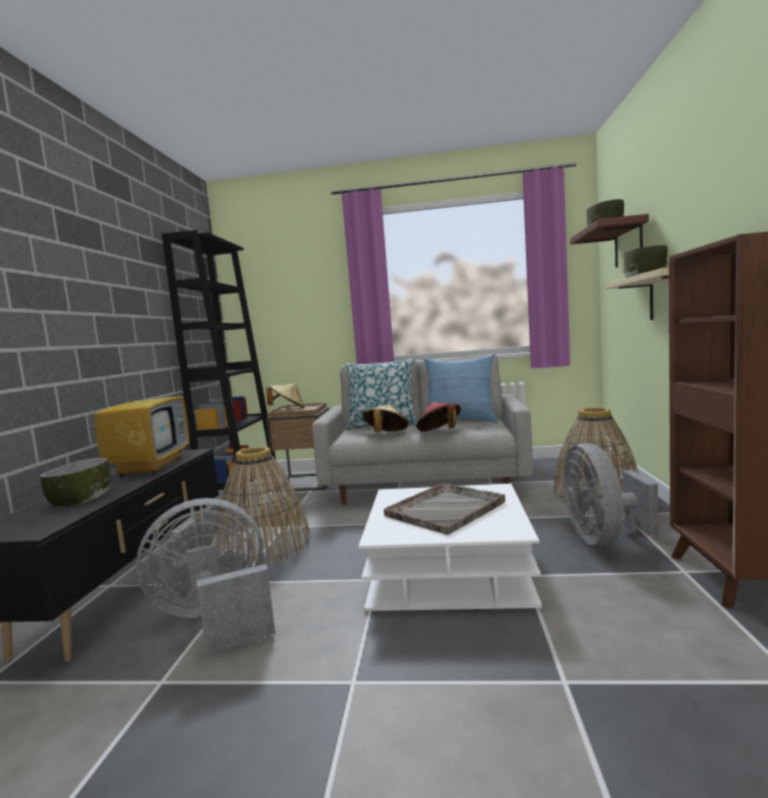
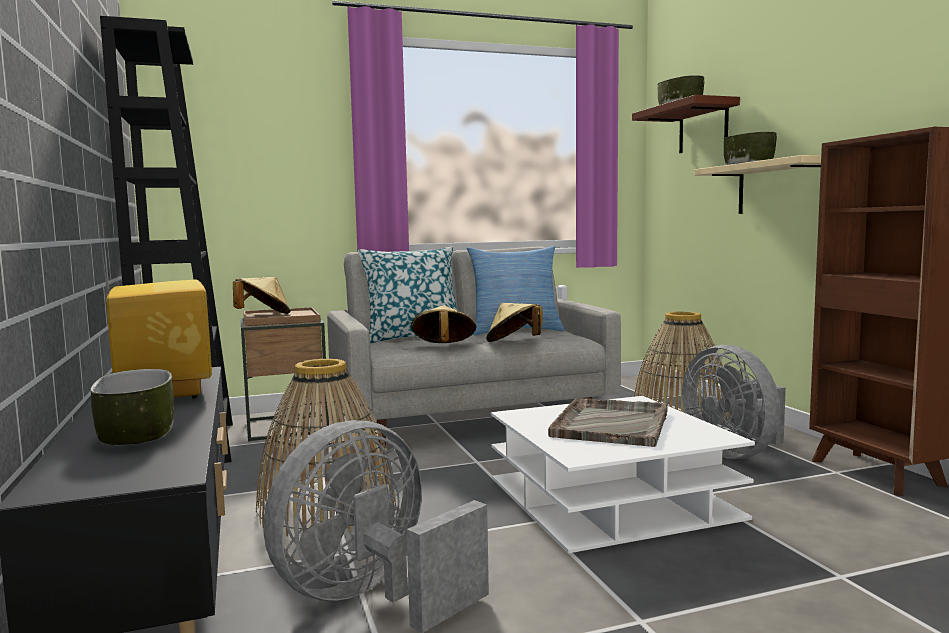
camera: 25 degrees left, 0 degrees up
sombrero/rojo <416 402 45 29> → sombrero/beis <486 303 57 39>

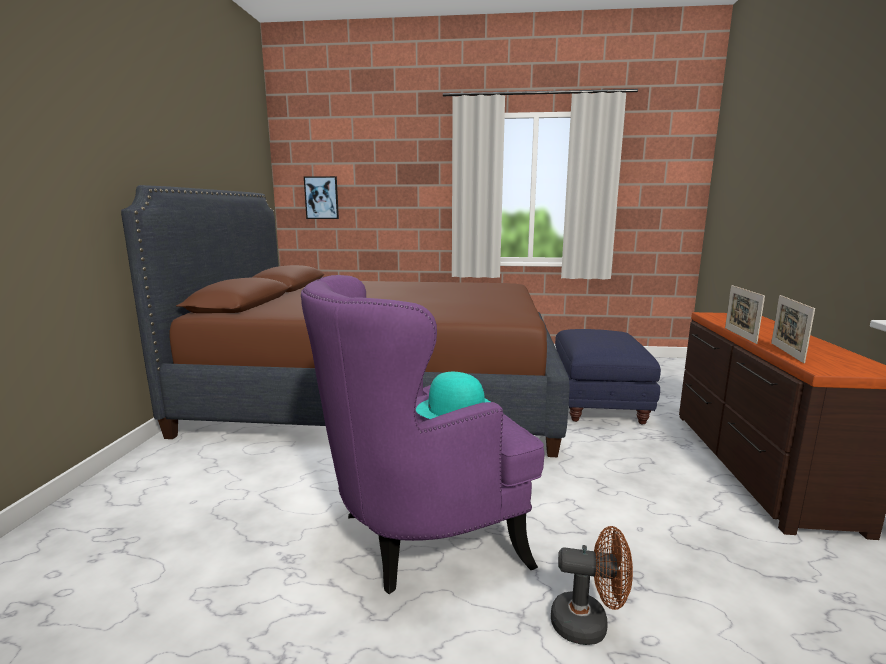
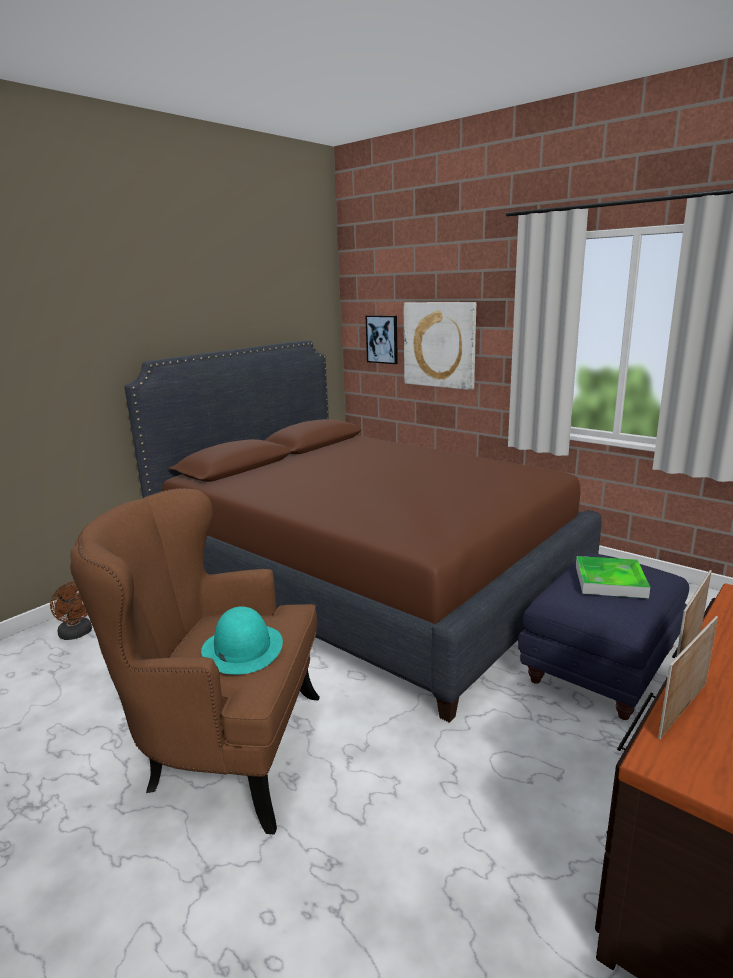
camera: 35 degrees right, 5 degrees up
sillón/morado <301 275 244 319> → sillón/marrón <70 488 250 346>
ventilador/marrón <551 526 82 119> → ventilador/marrón <50 581 42 59>, relocated
- → cuadro <404 302 72 88>
- → bandeja <576 556 74 42>

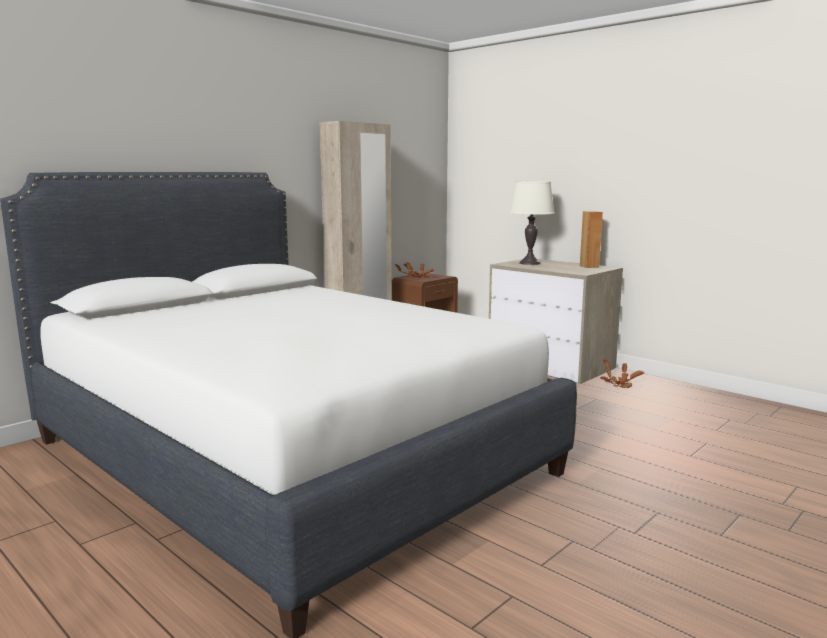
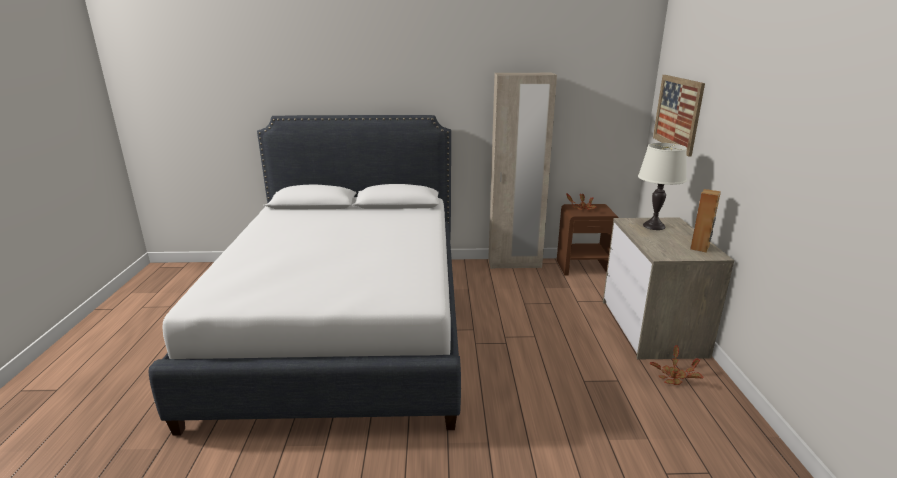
camera: 45 degrees right, 10 degrees up
- → cuadro <653 75 52 81>

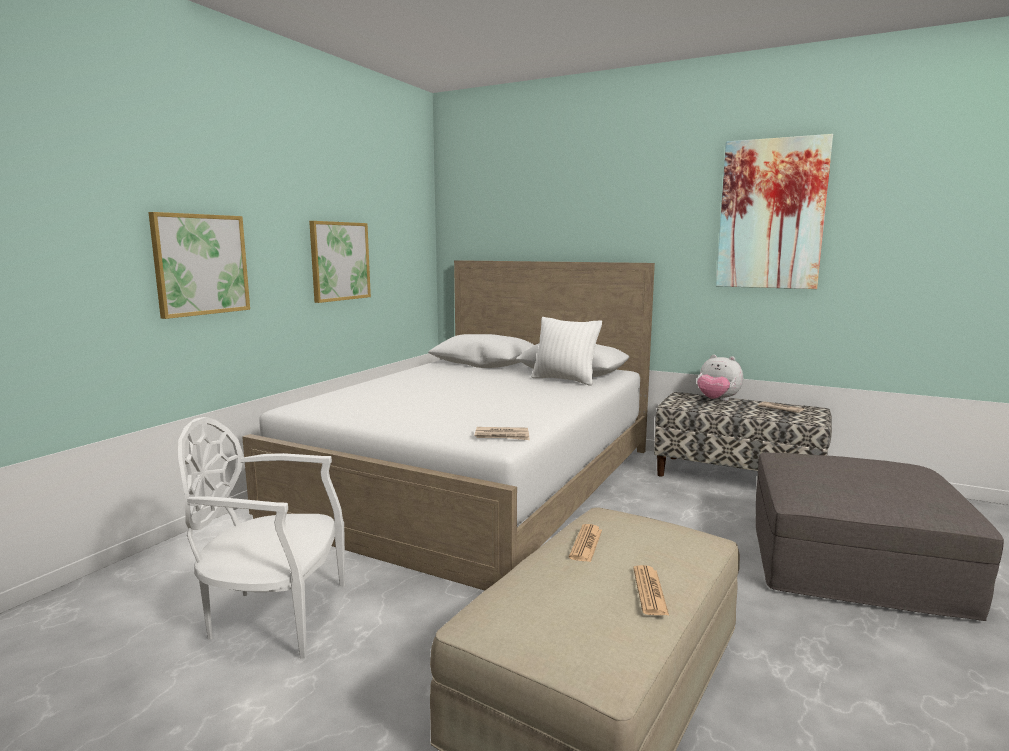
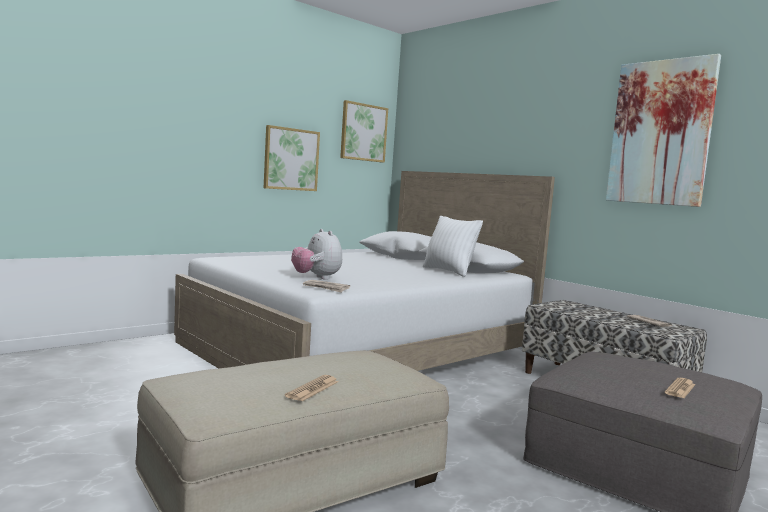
camera: 20 degrees right, 5 degrees down
cuadro <148 212 102 107> → cuadro <340 100 48 63>, relocated
silla/blanco <178 417 167 242> → -
periódico <569 524 33 38> → periódico <665 378 31 20>, relocated
peluche <697 354 46 47> → peluche <291 229 51 51>, relocated

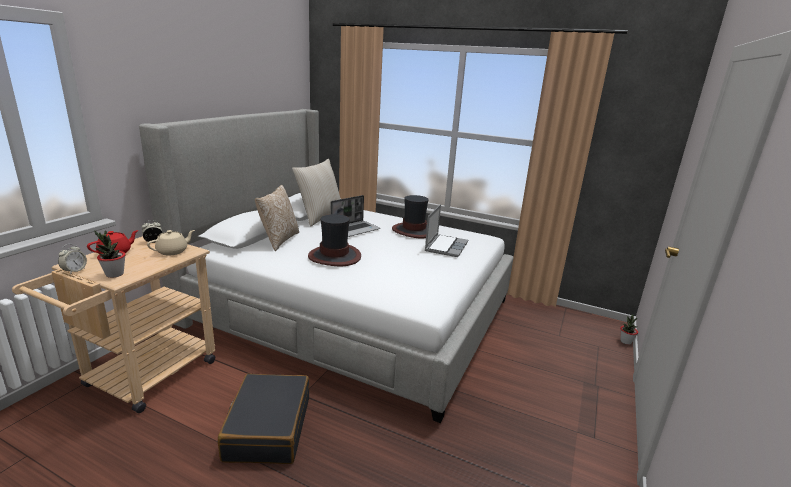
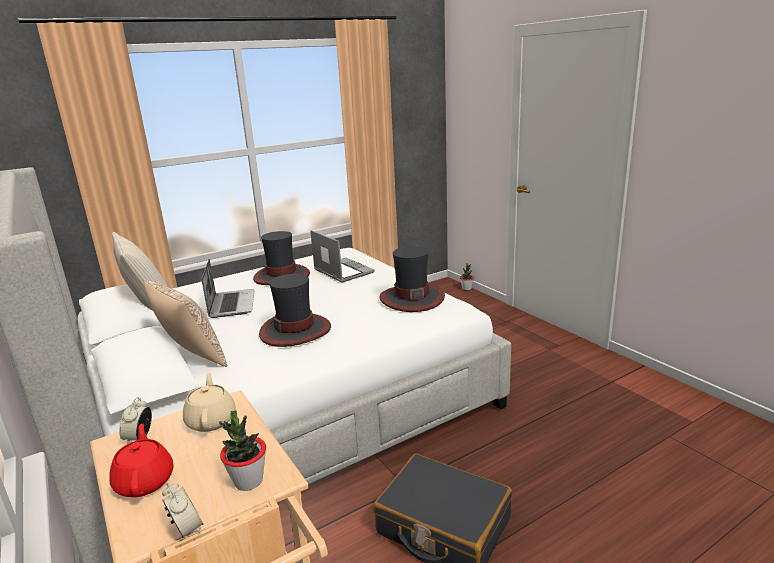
camera: 55 degrees left, 0 degrees up
- → sombrero <379 247 66 65>

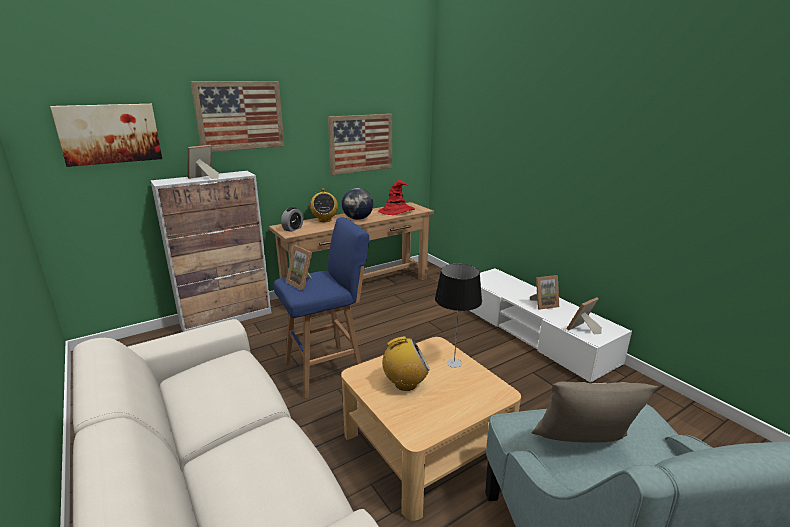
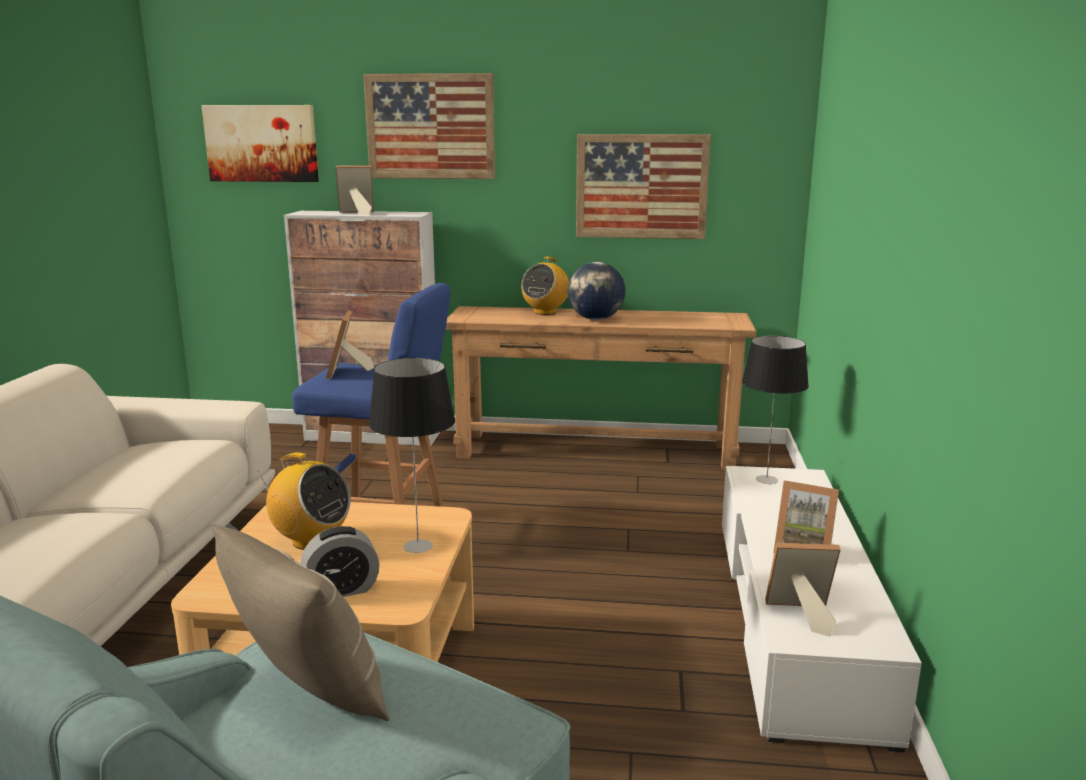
camera: 40 degrees right, 5 degrees down
despertador <281 207 22 25> → despertador <301 526 78 71>, relocated
sombrero/rojo <378 180 37 35> → -
- → lámpara de mesa <742 336 67 148>

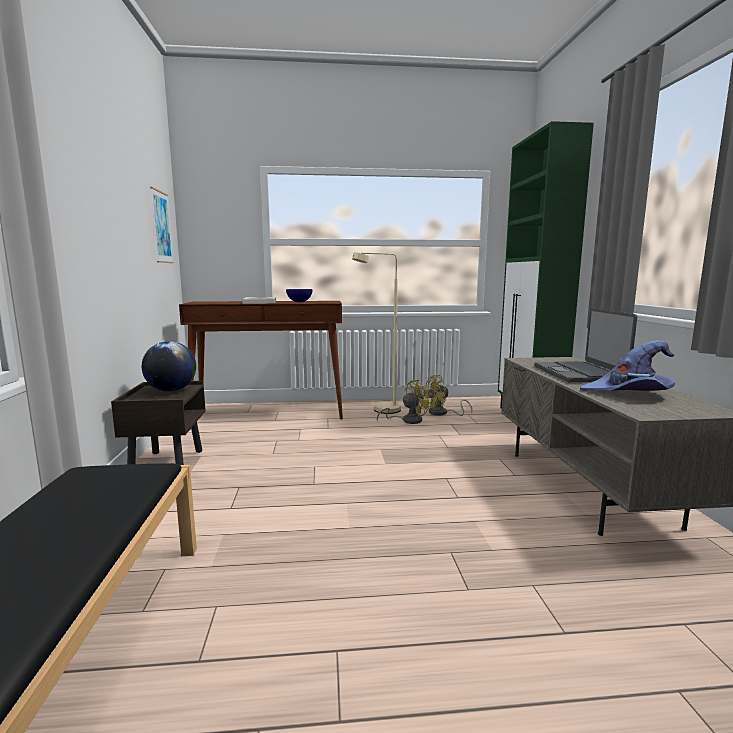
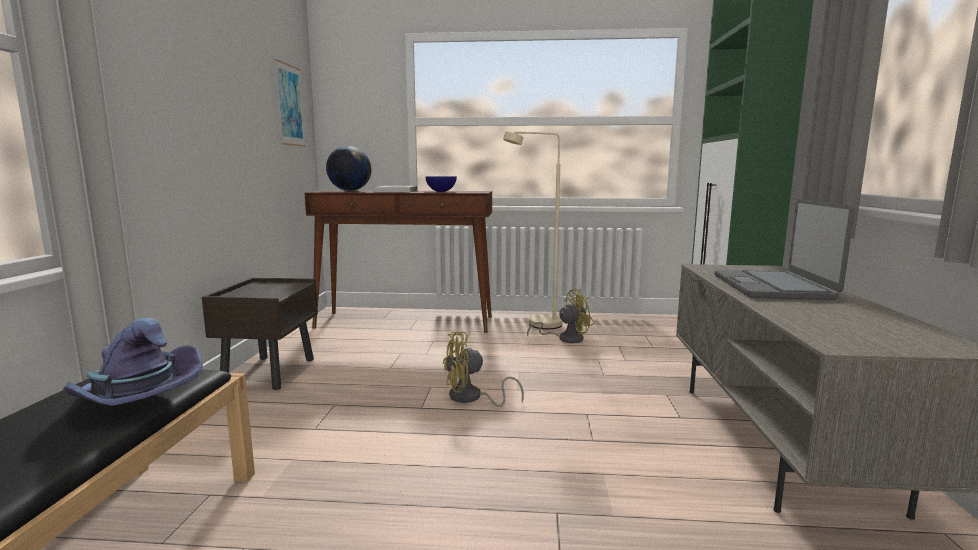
camera: 10 degrees right, 0 degrees up
globo terráqueo <142 341 54 51> → globo terráqueo <326 146 45 45>, relocated
ventilador/amarillo <422 375 50 41> → ventilador/amarillo <443 332 81 75>, relocated
sombrero/morado <580 340 95 51> → sombrero/morado <63 318 140 88>, relocated

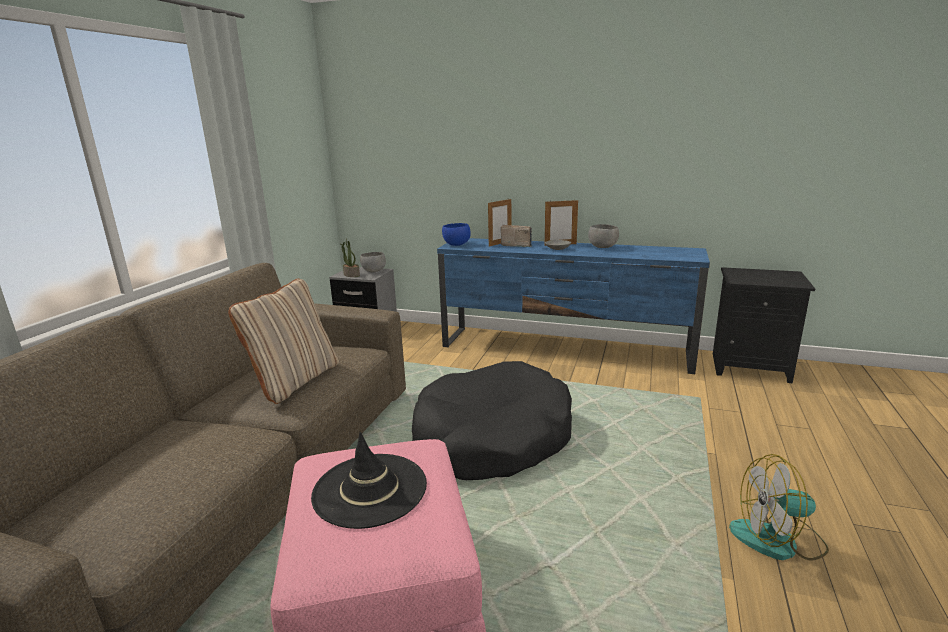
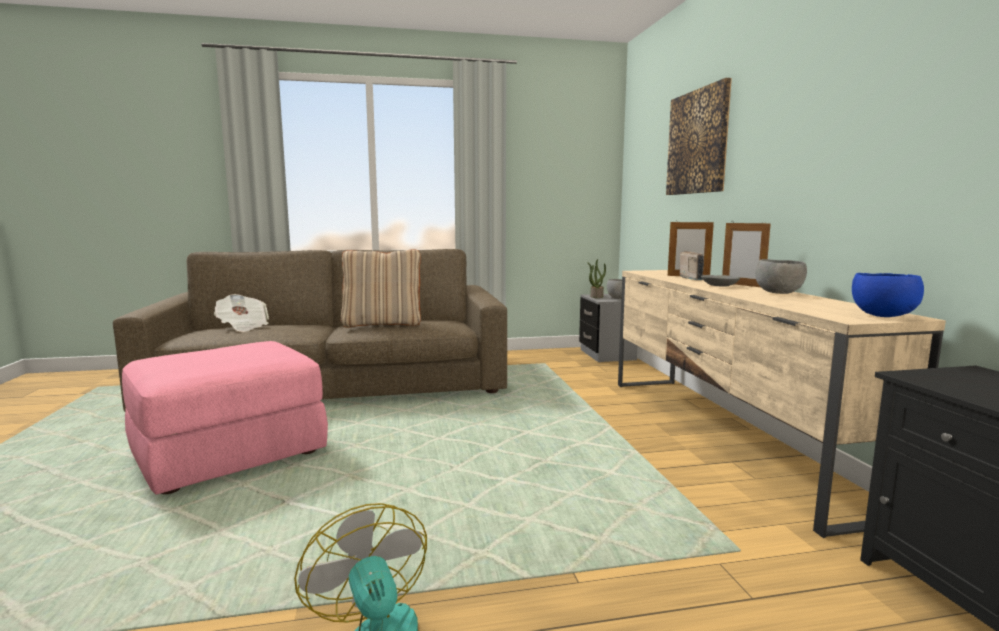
camera: 60 degrees right, 10 degrees down
sombrero/negro <311 432 116 97> → -
cama para perro/negro <412 361 160 119> → -
mueble de televisión/azul <437 238 273 136> → mueble de televisión/beis <618 270 328 268>
cuenco/azul <442 223 29 23> → cuenco/azul <852 273 72 44>, relocated
- → periódico <214 294 55 38>
- → cuadro <666 78 66 117>

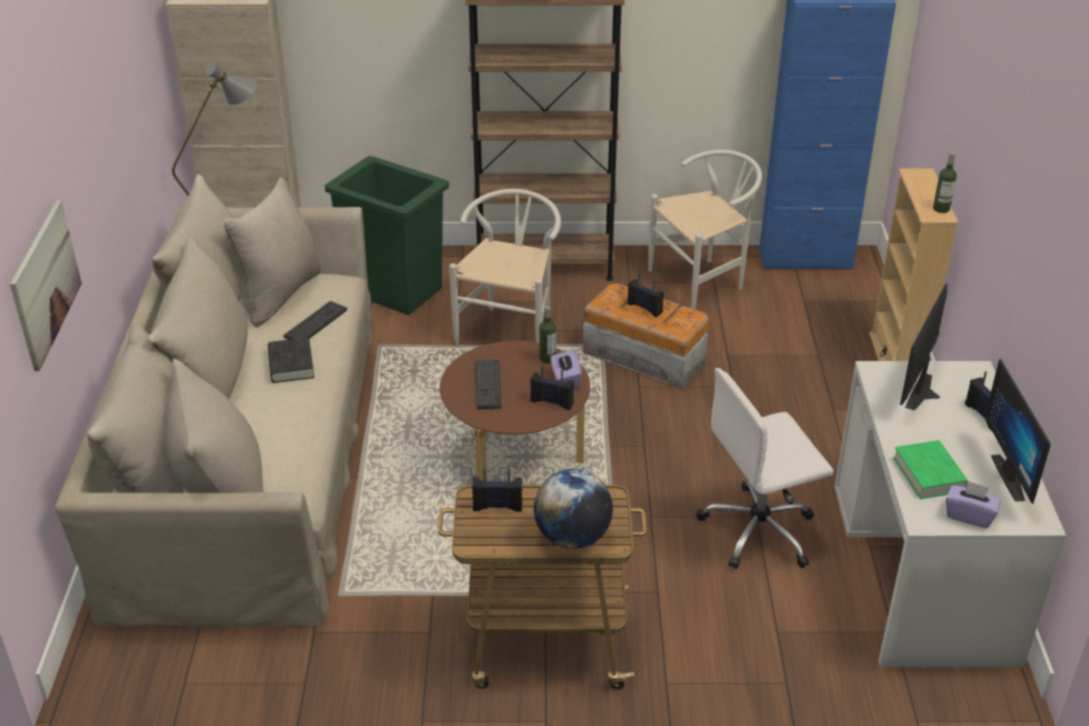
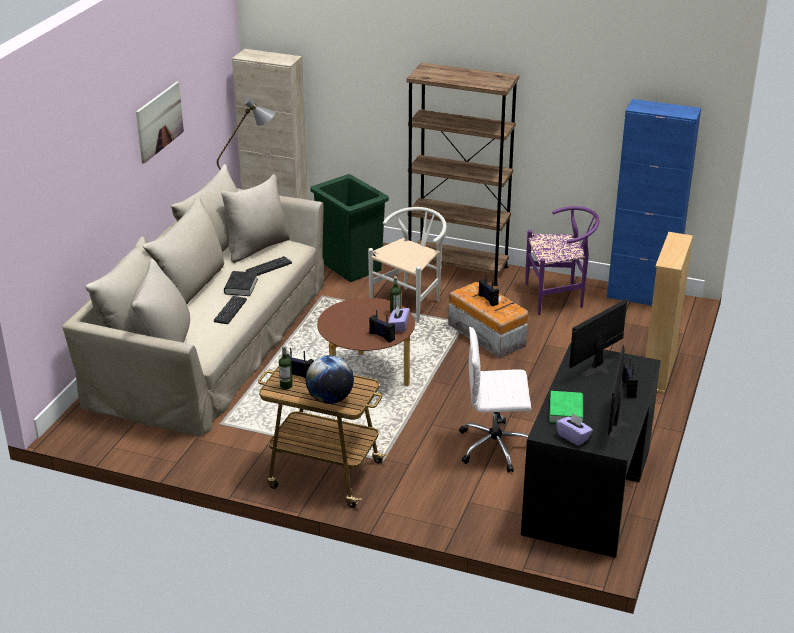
camera: 20 degrees right, 5 degrees down
cuadro <10 200 72 171> → cuadro <136 82 48 82>, relocated
teclado <476 359 26 50> → teclado <214 296 33 28>, relocated
silla/blanco <649 150 113 159> → silla/morado <525 206 74 109>
escritorio/blanco <834 361 232 306> → escritorio/negro <521 343 140 215>
botella <933 152 24 61> → botella <279 345 14 44>, relocated

